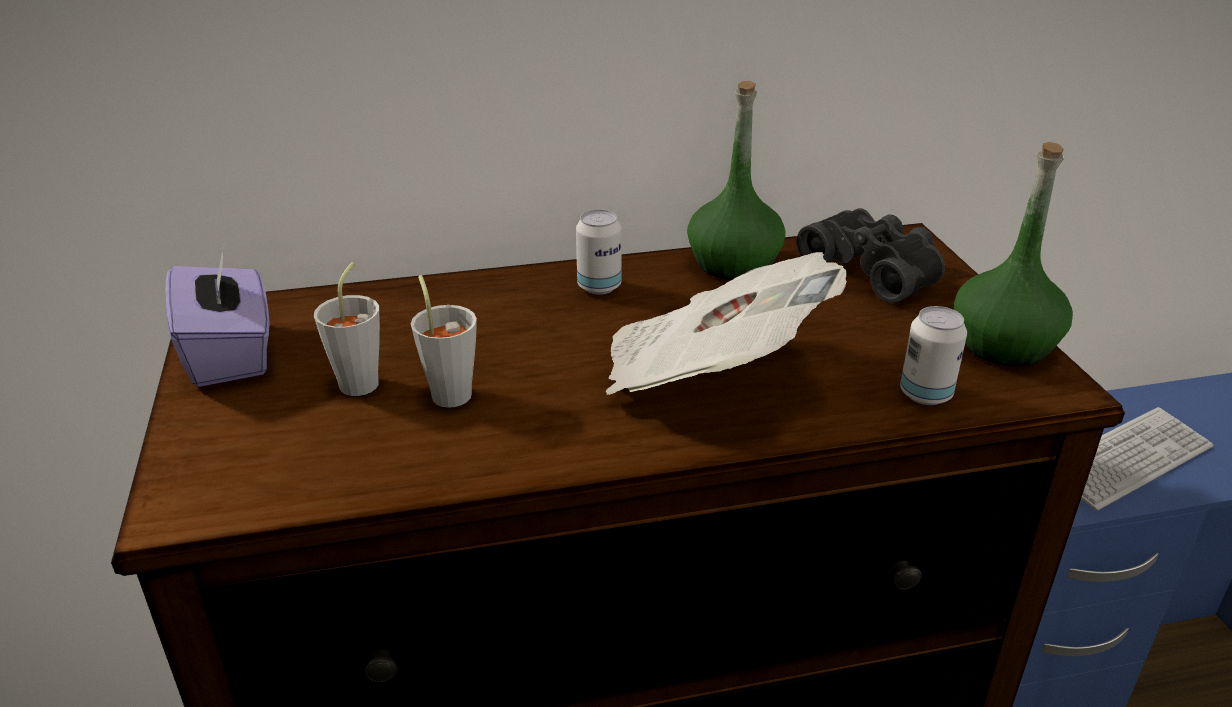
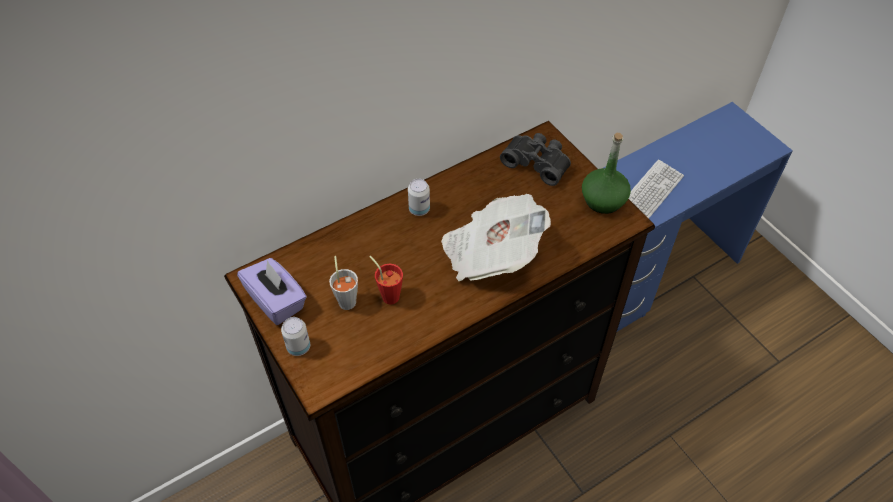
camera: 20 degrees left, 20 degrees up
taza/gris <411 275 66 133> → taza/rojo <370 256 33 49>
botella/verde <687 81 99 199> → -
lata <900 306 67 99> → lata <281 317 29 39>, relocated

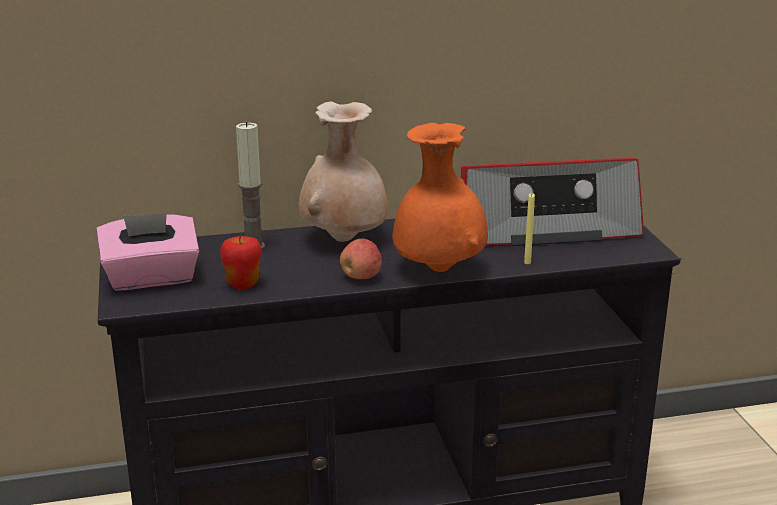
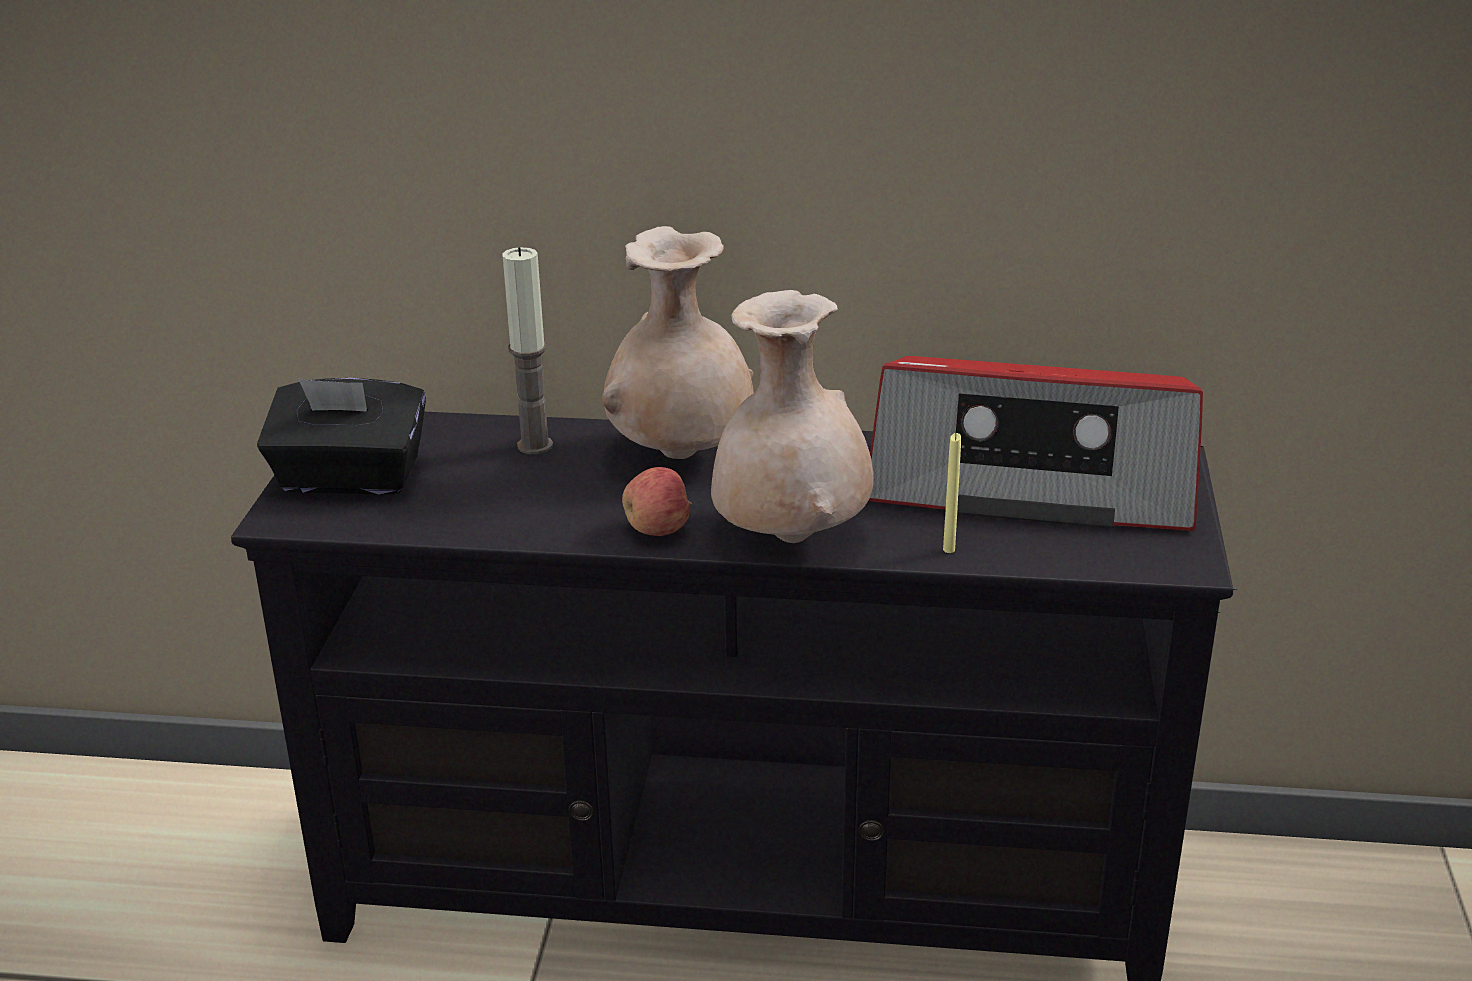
camera: 20 degrees right, 5 degrees up
caja de pañuelos/rosa <97 213 102 78> → caja de pañuelos/negro <257 378 169 117>
manzana <220 234 42 55> → -
florero/naranja <392 123 96 149> → florero/beis <711 290 162 253>

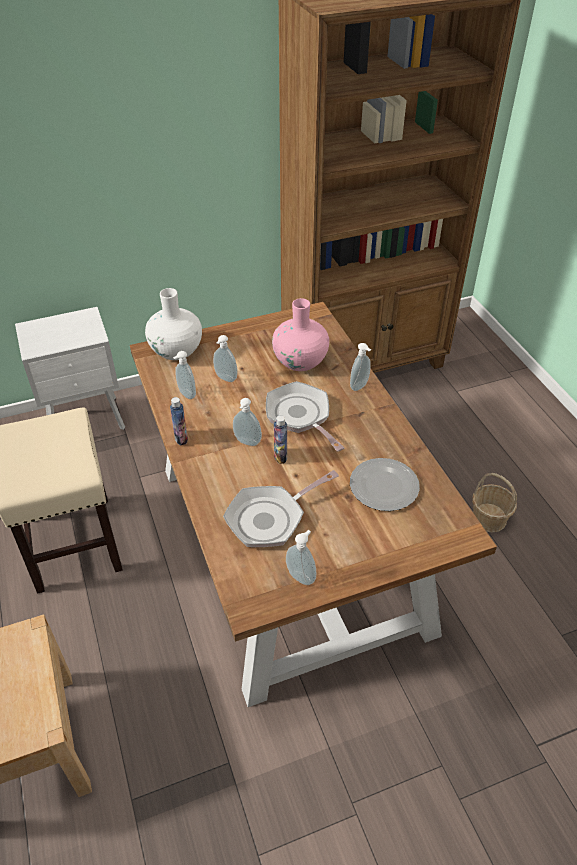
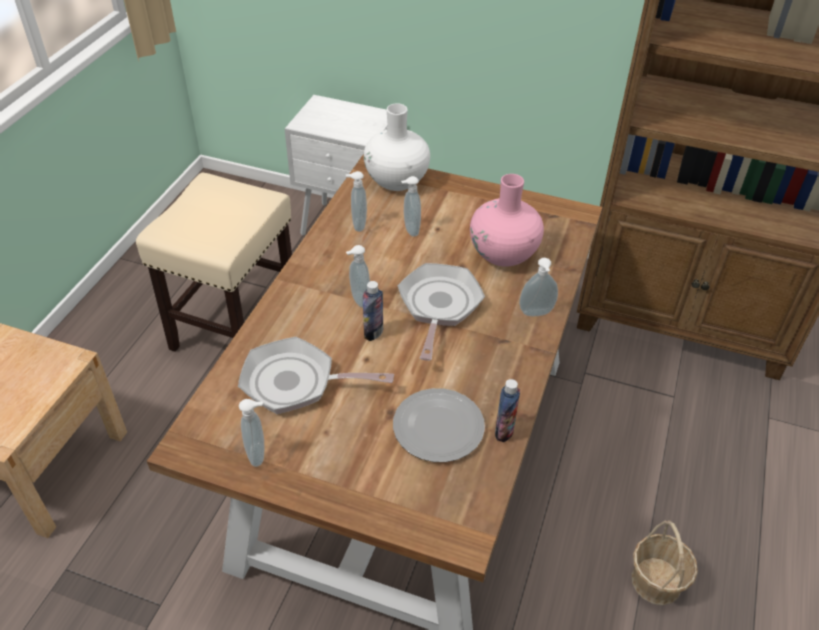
camera: 40 degrees right, 0 degrees up
botella <170 397 18 48> → botella <495 379 25 63>, relocated

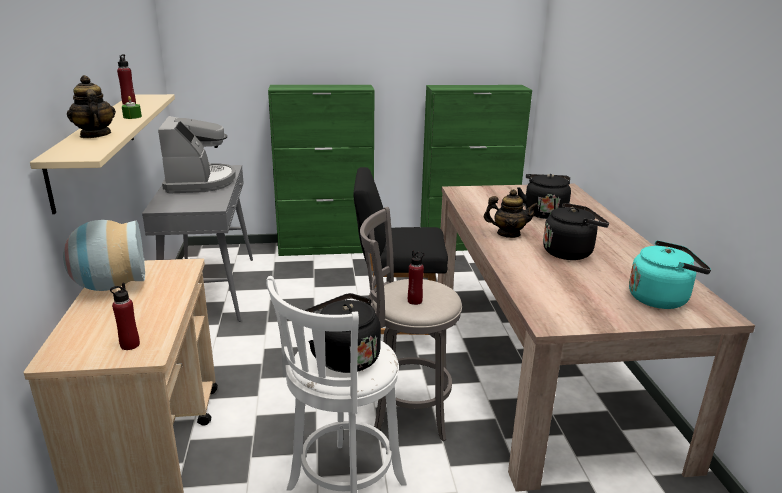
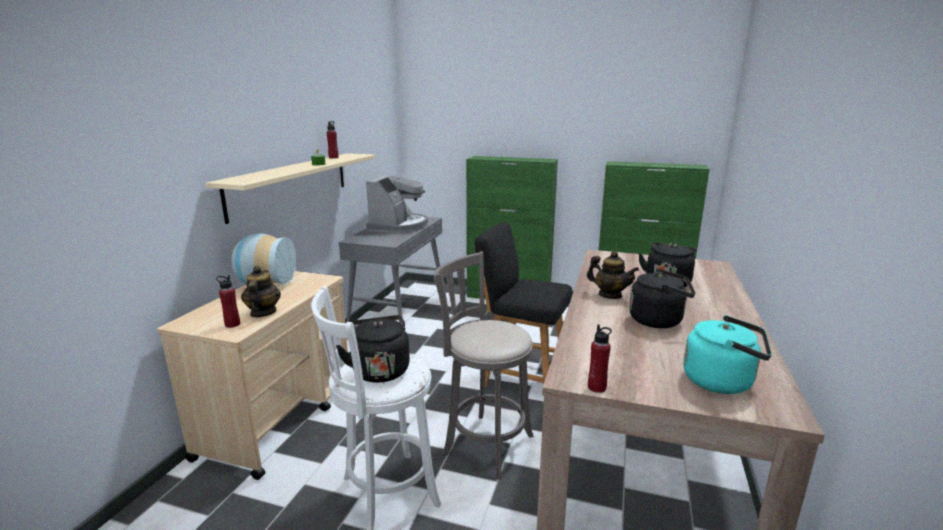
camera: 25 degrees right, 5 degrees down
tetera <67 75 49 63> → tetera <241 266 40 52>, relocated
botella/rojo <408 250 17 55> → botella/rojo <588 324 24 69>, relocated

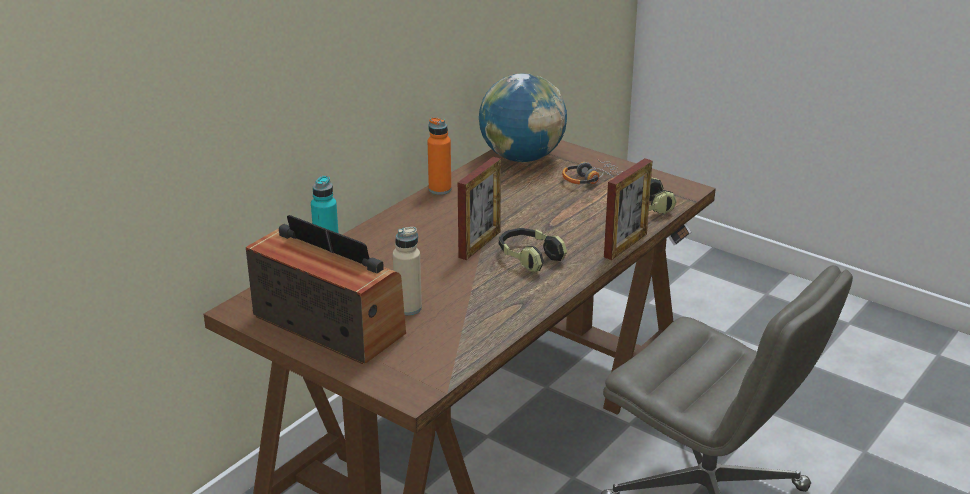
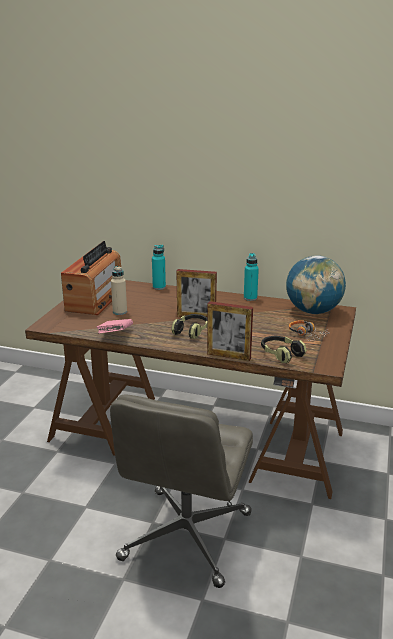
camera: 70 degrees right, 5 degrees down
botella/naranja <428 117 23 78> → botella/turquesa <244 253 15 48>
- → libro/rosa <97 319 36 15>

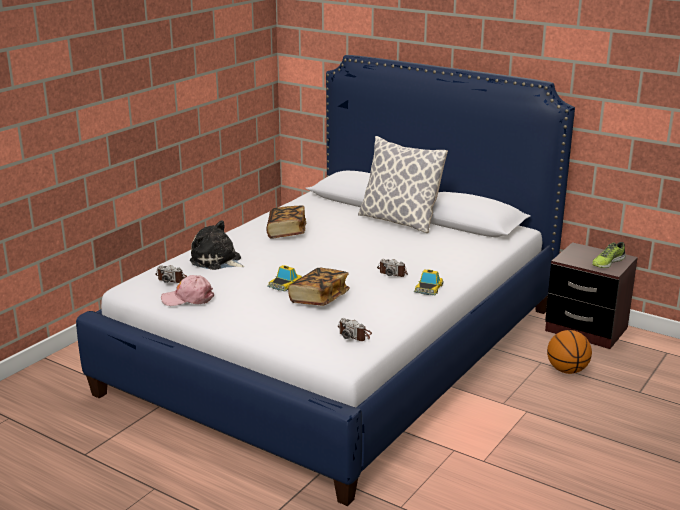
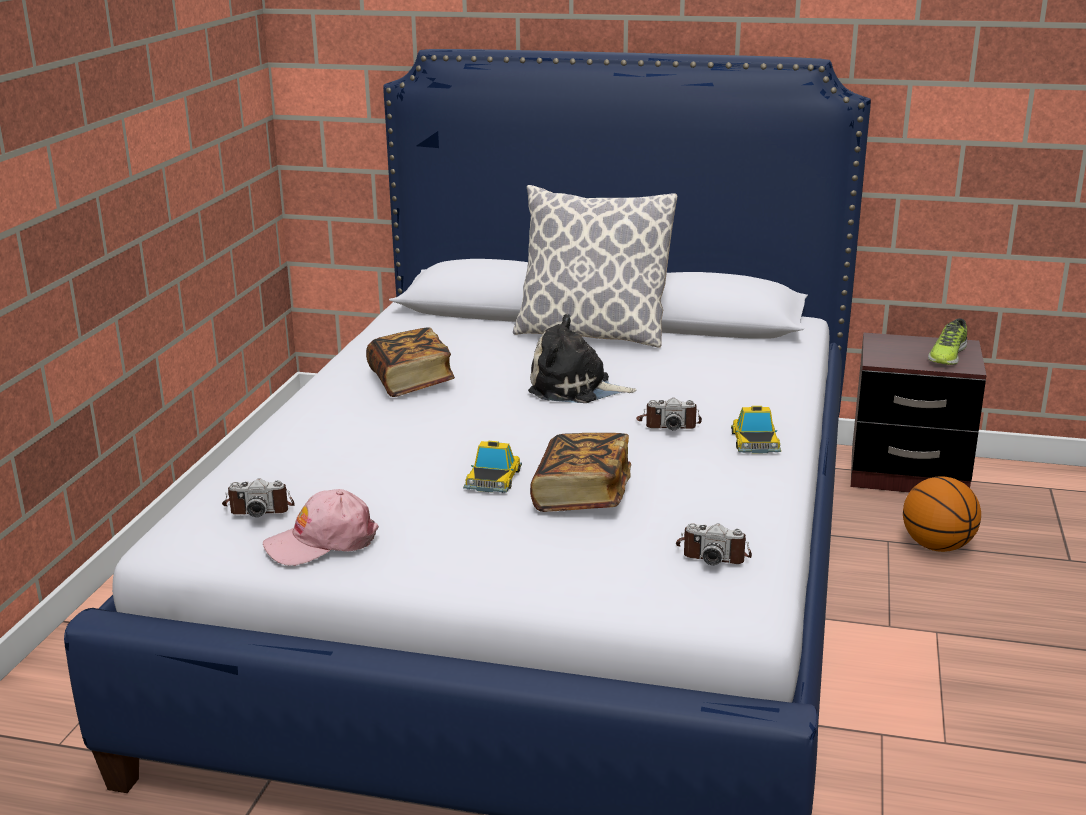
camera: 20 degrees left, 0 degrees up
peluche <190 220 55 50> → peluche <528 314 109 89>, relocated

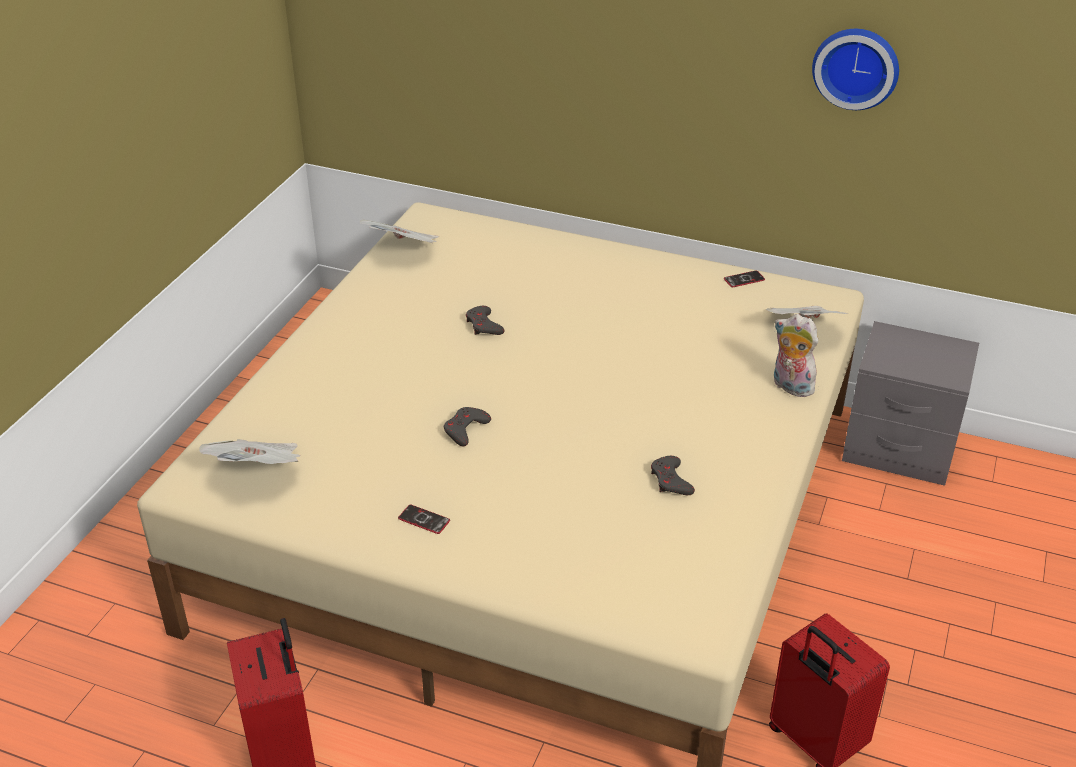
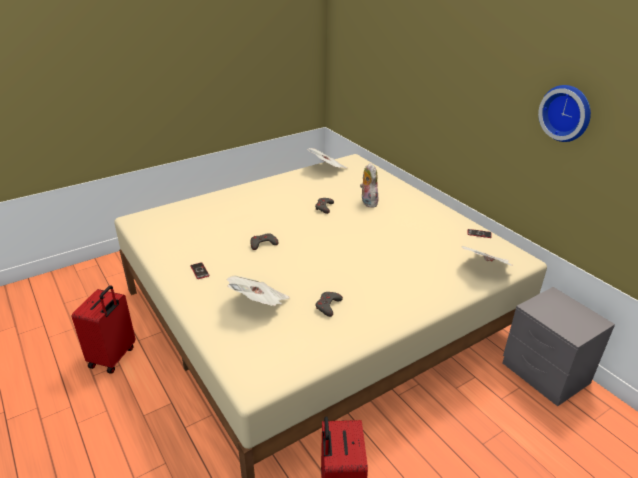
camera: 35 degrees right, 5 degrees down
periódico <199 439 102 25> → periódico <227 275 63 31>, relocated
peluche <774 314 44 83> → peluche <360 163 19 45>, relocated

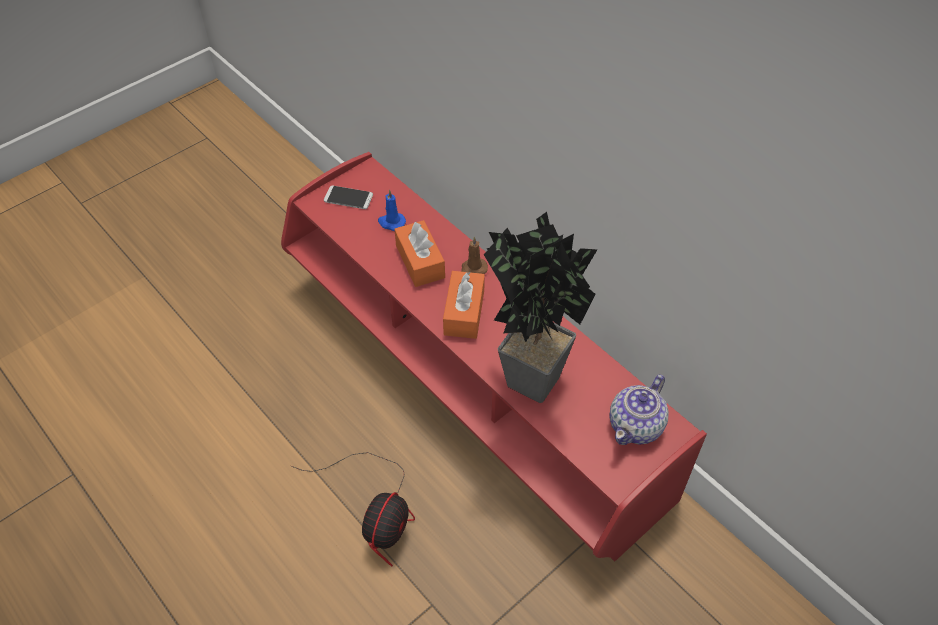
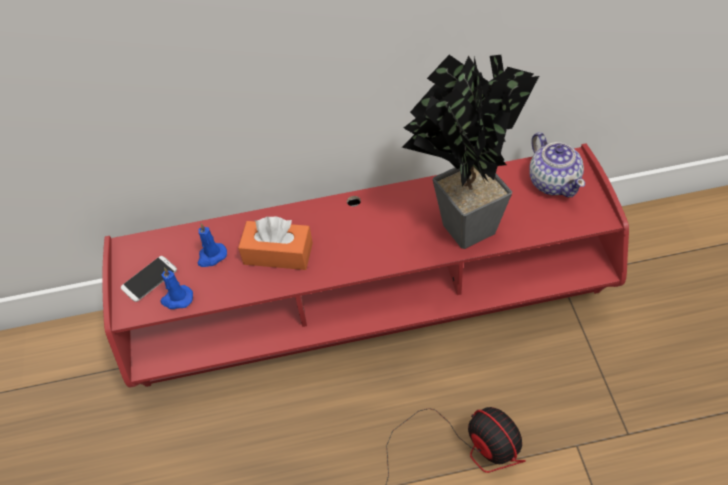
camera: 55 degrees left, 0 degrees up
caja de pañuelos/naranja <443 271 42 68> → -
vela/marrón <461 236 27 38> → -
- → vela/azul <160 267 33 42>

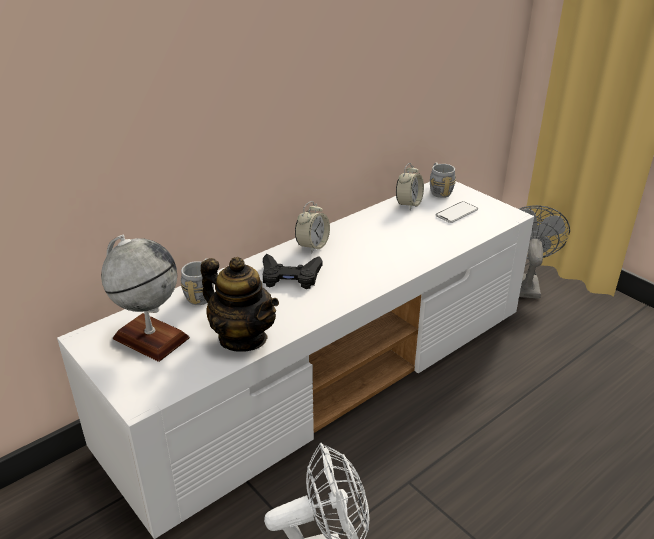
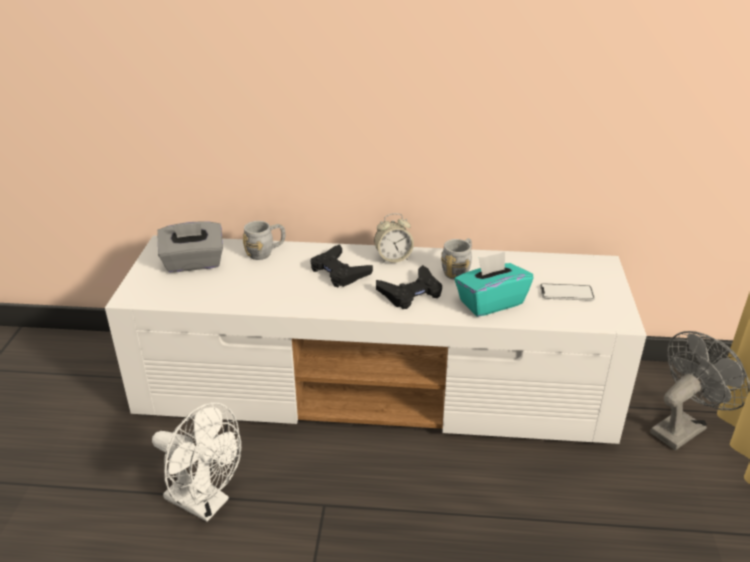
camera: 45 degrees right, 0 degrees up
globo terráqueo <101 235 89 127> → caja de pañuelos/gris <157 222 66 51>
tetera <200 257 79 95> → -
despertador <396 163 28 48> → -
taza grande/gris <430 163 26 35> → taza grande/gris <441 238 31 42>, relocated
- → mando de consola/negro <376 265 66 44>
- → caja de pañuelos/turquesa <454 252 80 65>

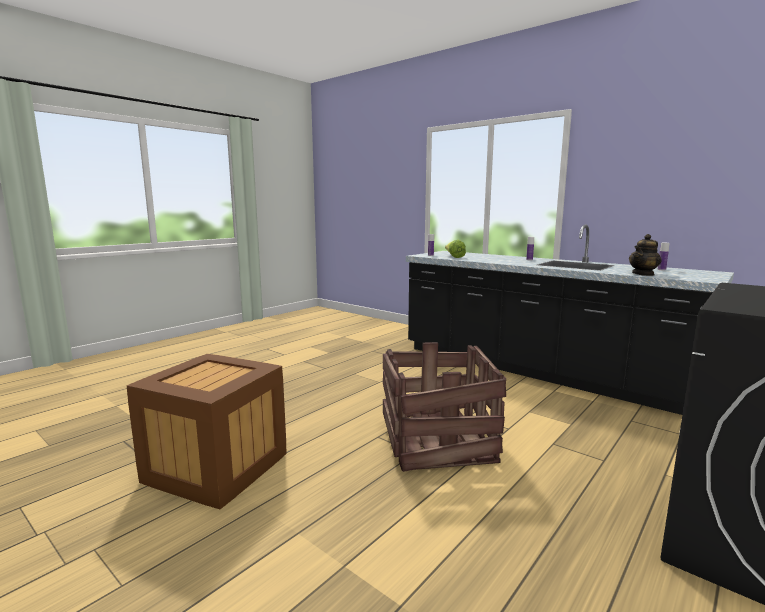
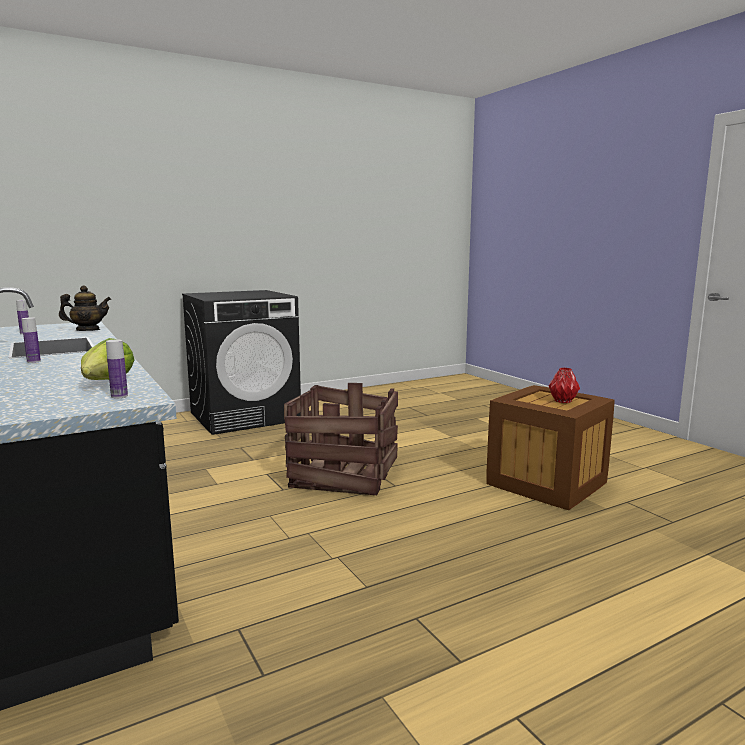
camera: 160 degrees left, 0 degrees up
- → florero/rojo <549 368 31 35>

